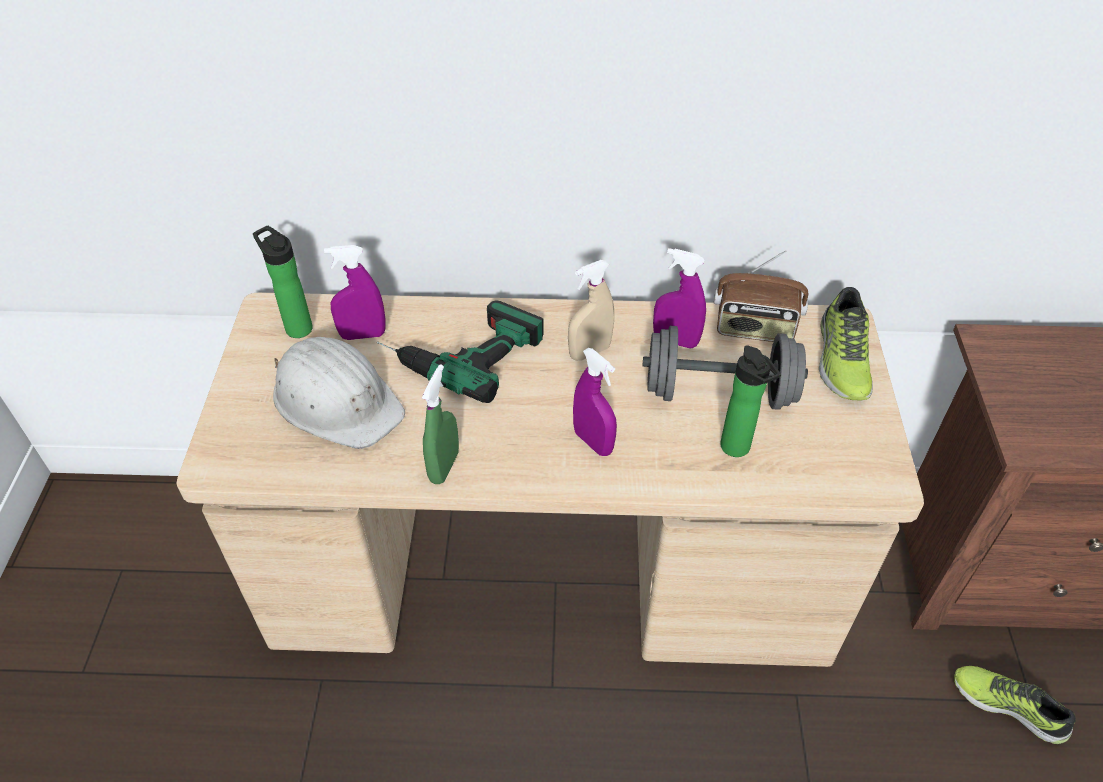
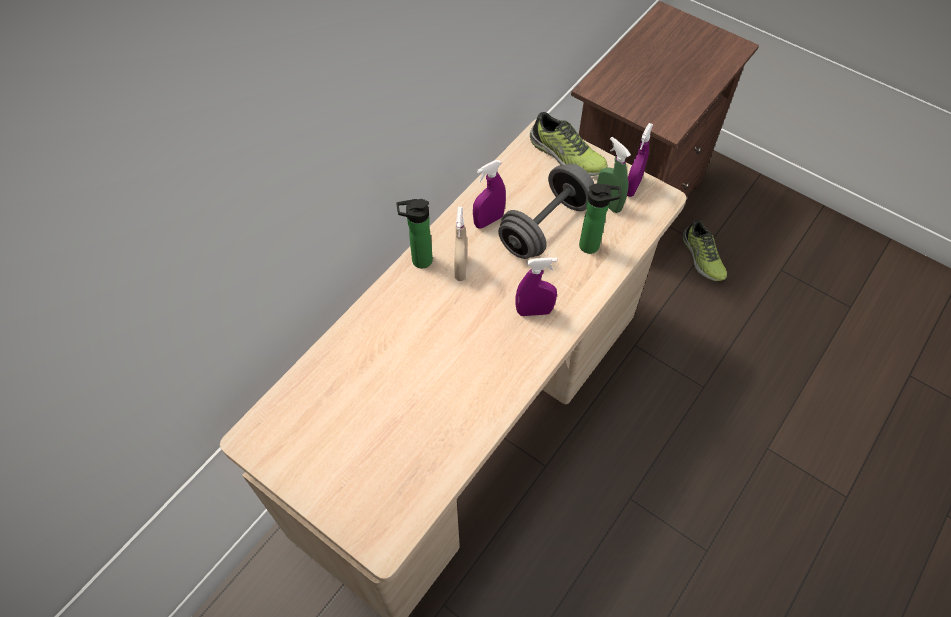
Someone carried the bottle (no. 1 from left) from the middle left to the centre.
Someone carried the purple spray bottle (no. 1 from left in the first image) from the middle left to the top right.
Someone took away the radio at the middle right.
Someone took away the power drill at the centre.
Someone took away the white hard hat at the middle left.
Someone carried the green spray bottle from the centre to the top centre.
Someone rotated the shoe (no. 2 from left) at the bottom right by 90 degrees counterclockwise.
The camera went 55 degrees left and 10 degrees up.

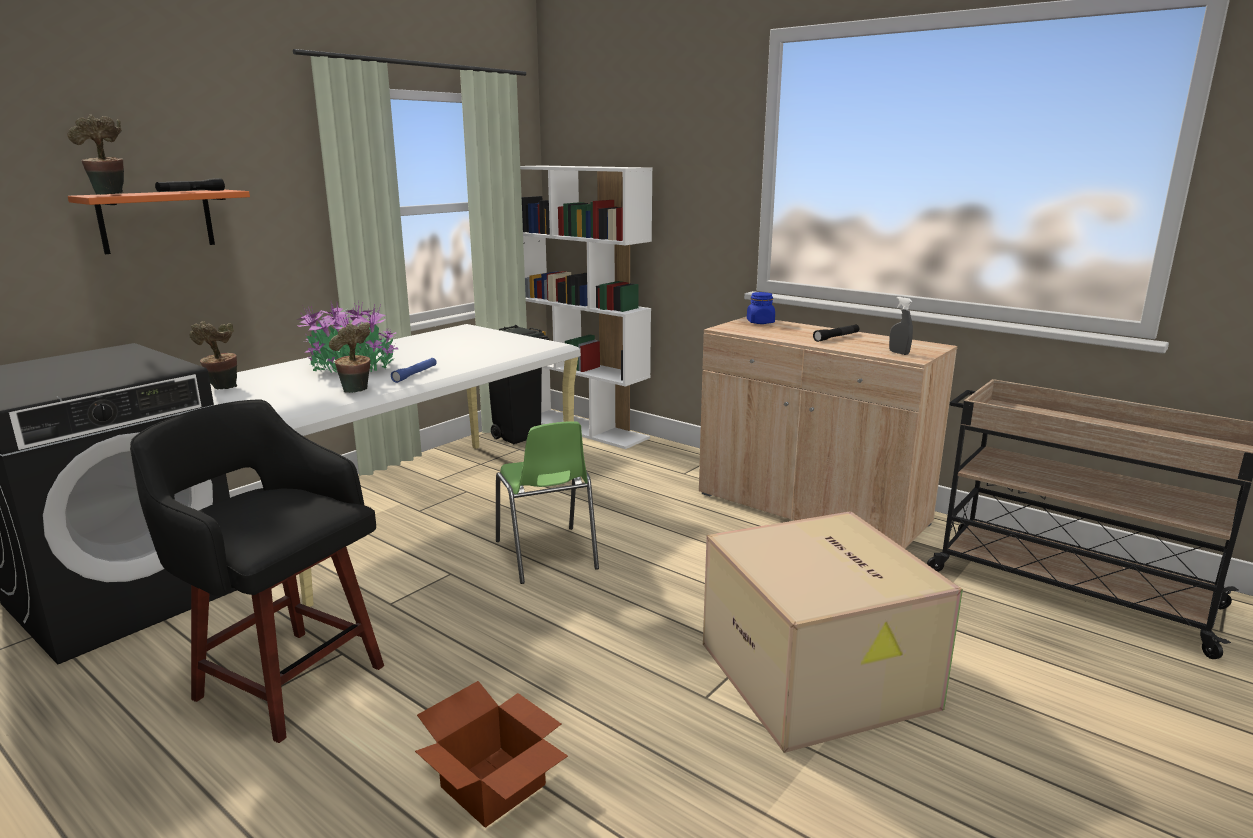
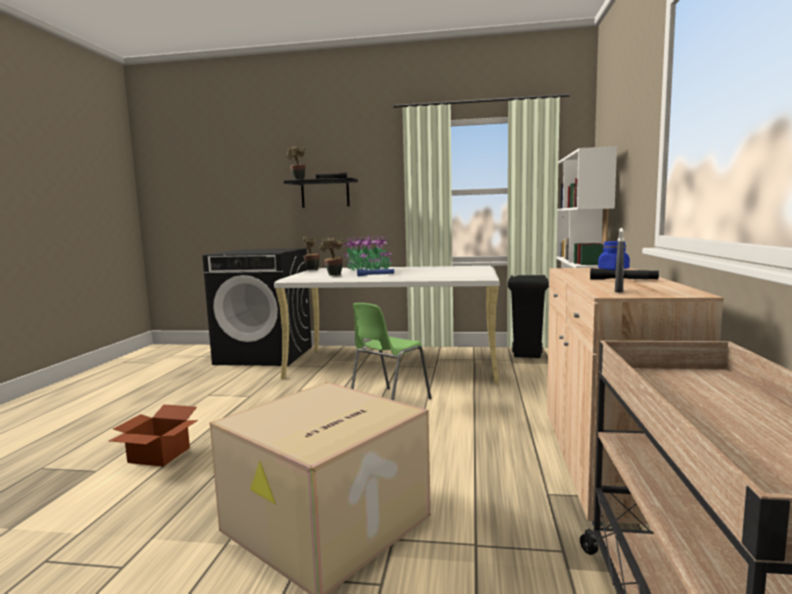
Someone repainted the orange shelf at the top left, which became the black shelf at the top centre.
Someone took away the black stool at the bottom left.
The camera went 60 degrees right and 10 degrees down.

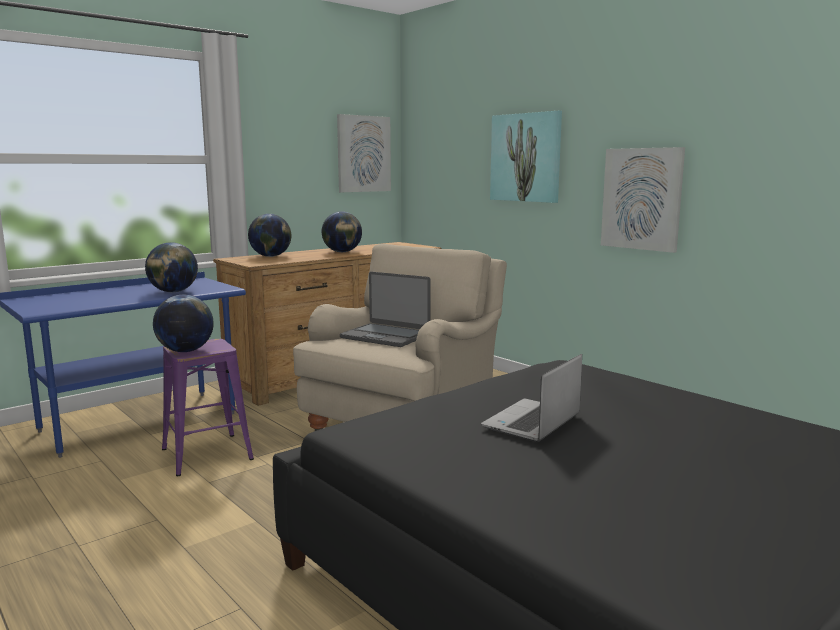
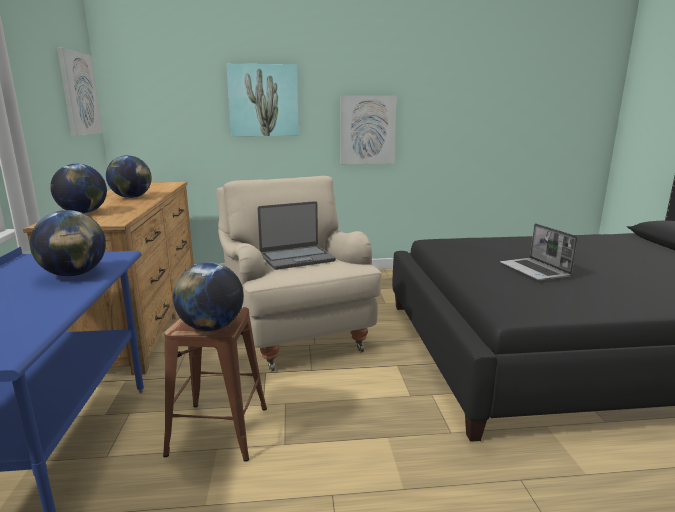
Someone repainted the purple stool at the middle left, which became the brown stool at the bottom left.
The camera went 55 degrees left and 5 degrees up.

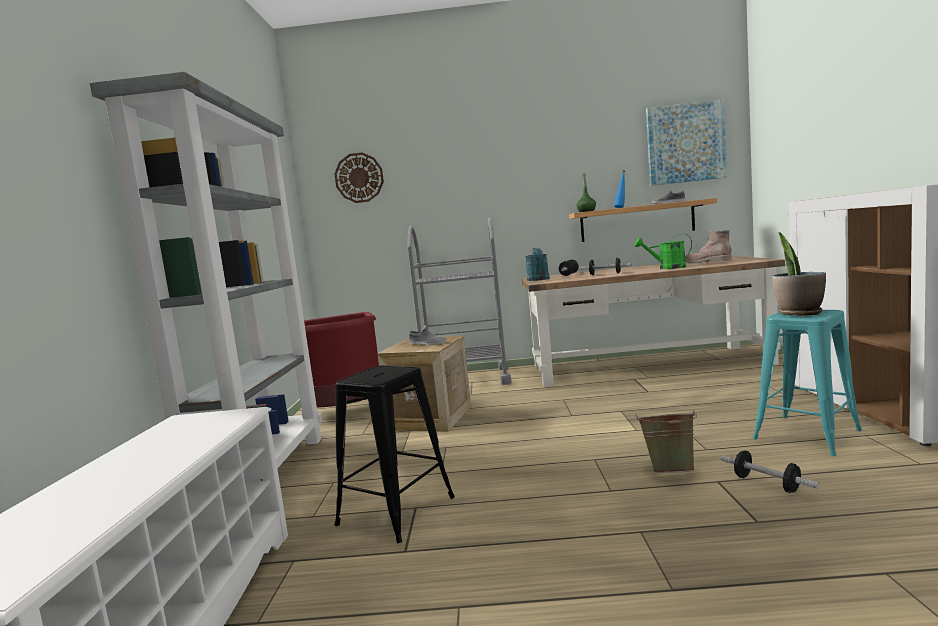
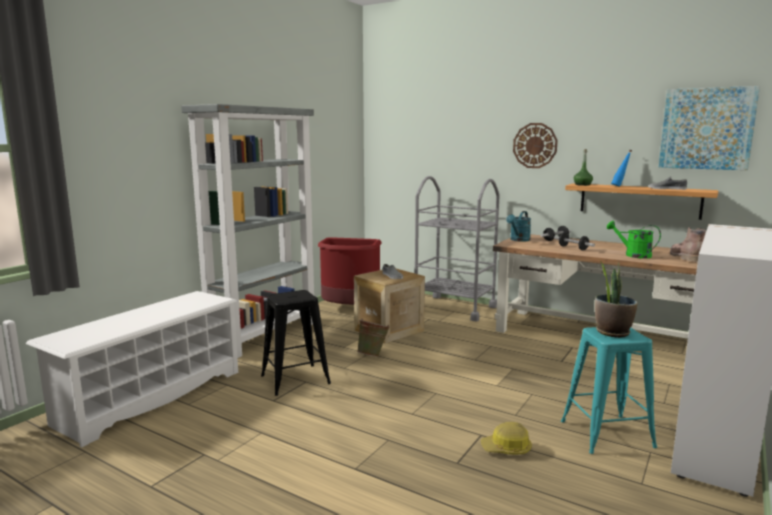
Someone carried the wall clock from the top centre to the top right.
Someone carried the green bucket from the bottom right to the centre.
Someone swapped the dumbbell (no. 3 from left) at the bottom right for the hard hat at the bottom centre.
The camera went 30 degrees right and 5 degrees up.

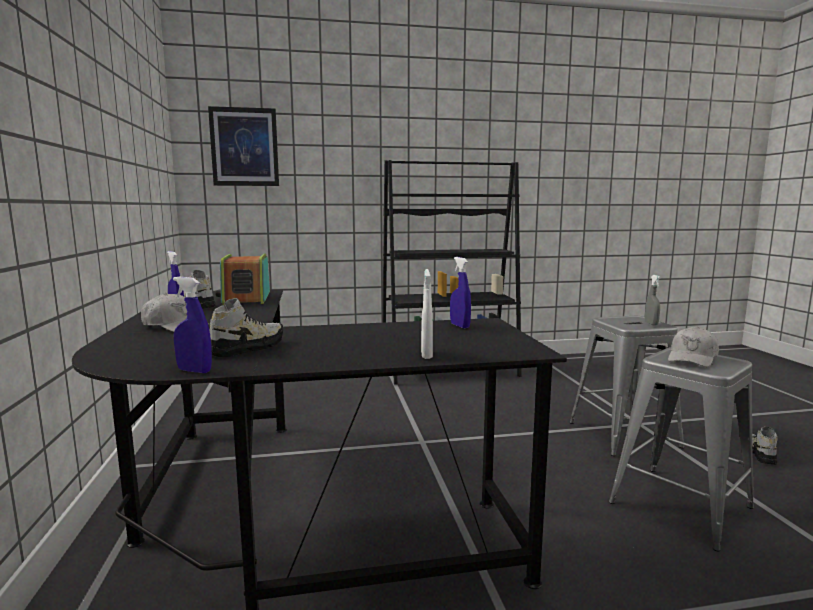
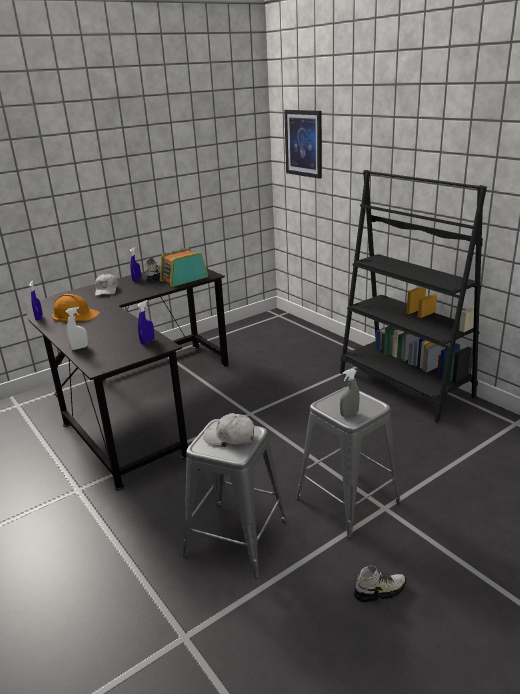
Someone swapped the shoe (no. 2 from left) at the middle left for the orange hard hat at the middle left.
The camera went 65 degrees right and 15 degrees up.

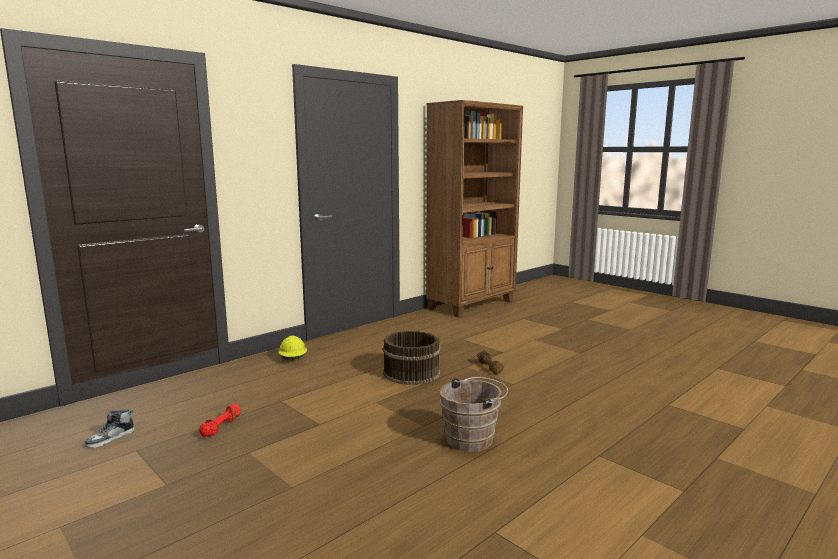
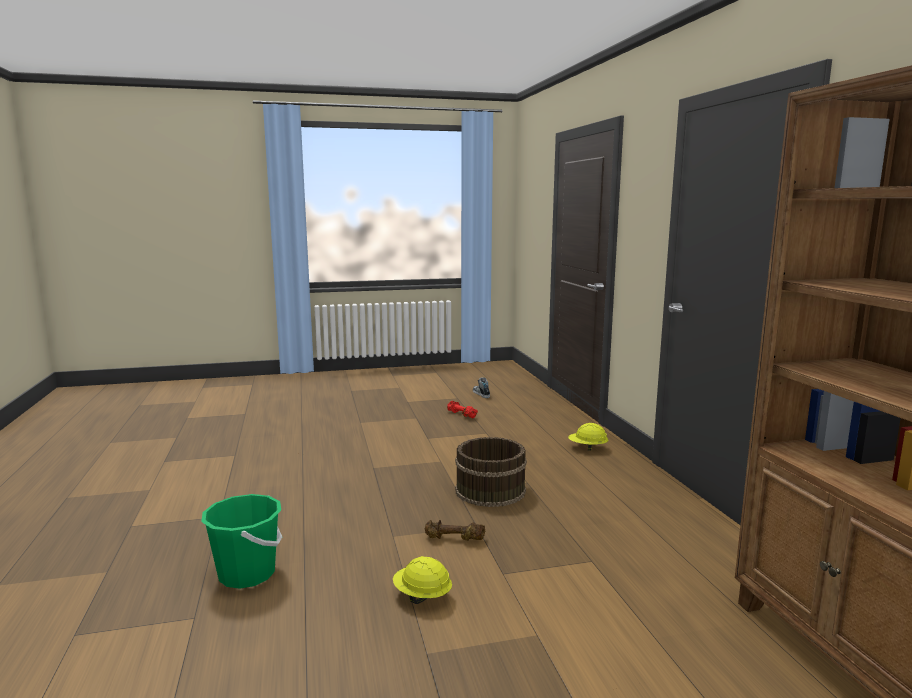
Someone took away the brown bucket (no. 2 from left) at the bottom centre.
Someone put down the green bucket at the bottom left.
Someone put down the yellow hard hat (no. 1 from left) at the bottom centre.
The camera went 120 degrees right and 0 degrees up.

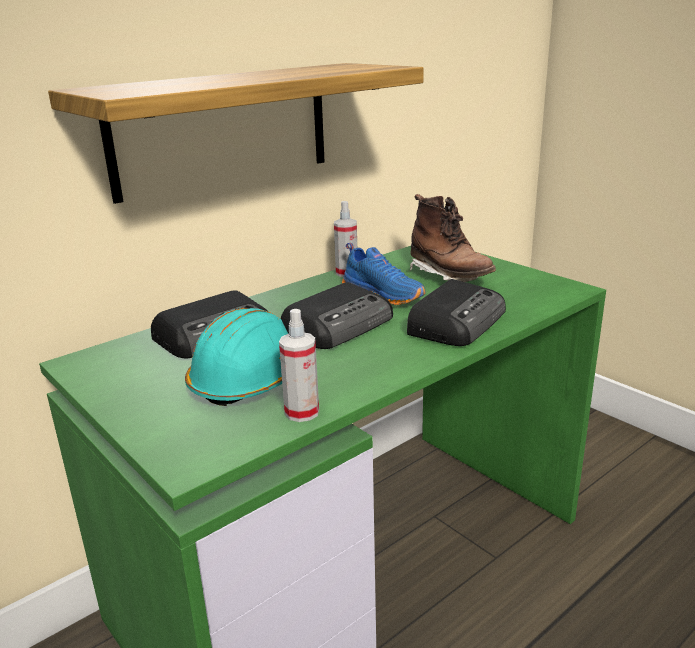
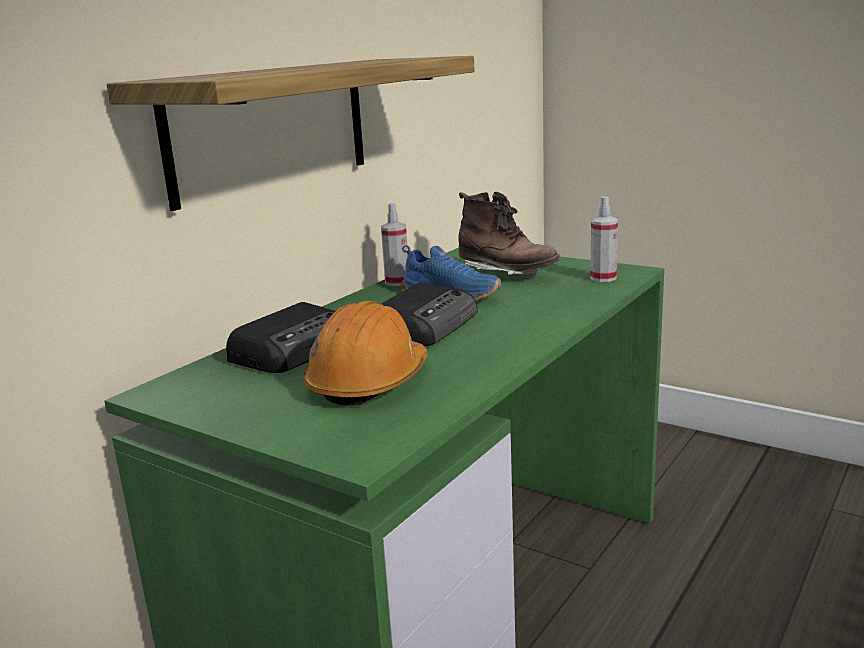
Someone took away the radio (no. 3 from left) at the centre.
Someone repainted the turquoise hard hat at the centre, which became the orange hard hat at the centre.
Someone carried the spray bottle (no. 1 from left in the first image) from the centre to the middle right.
The camera went 15 degrees left and 5 degrees down.

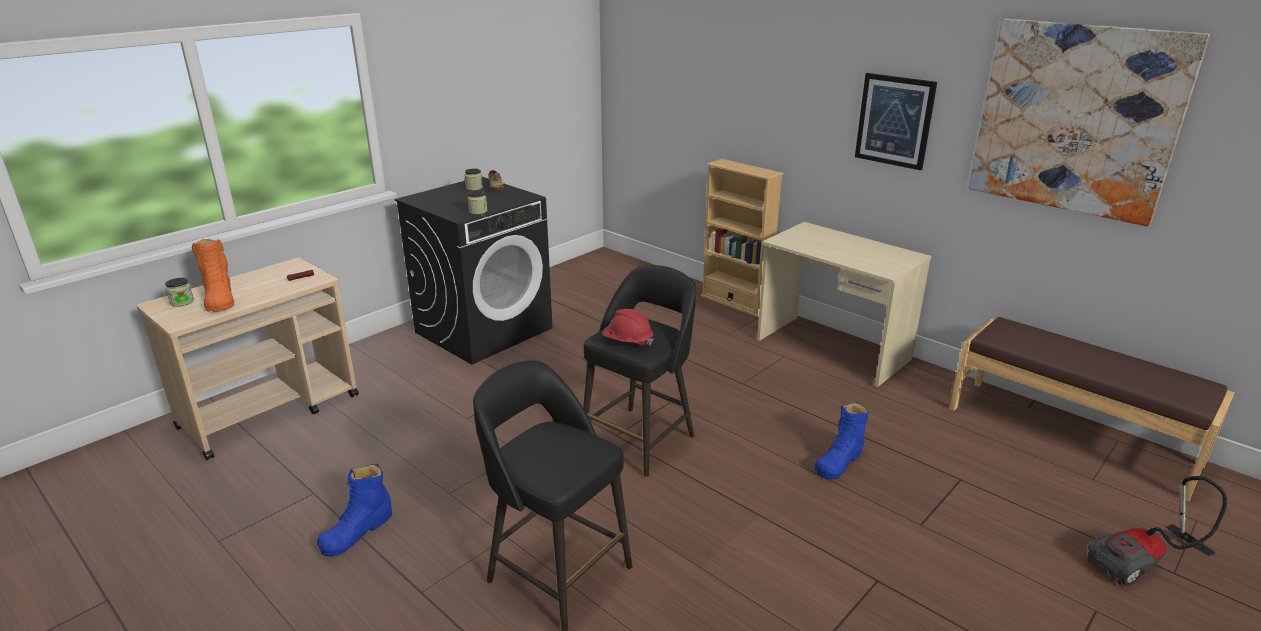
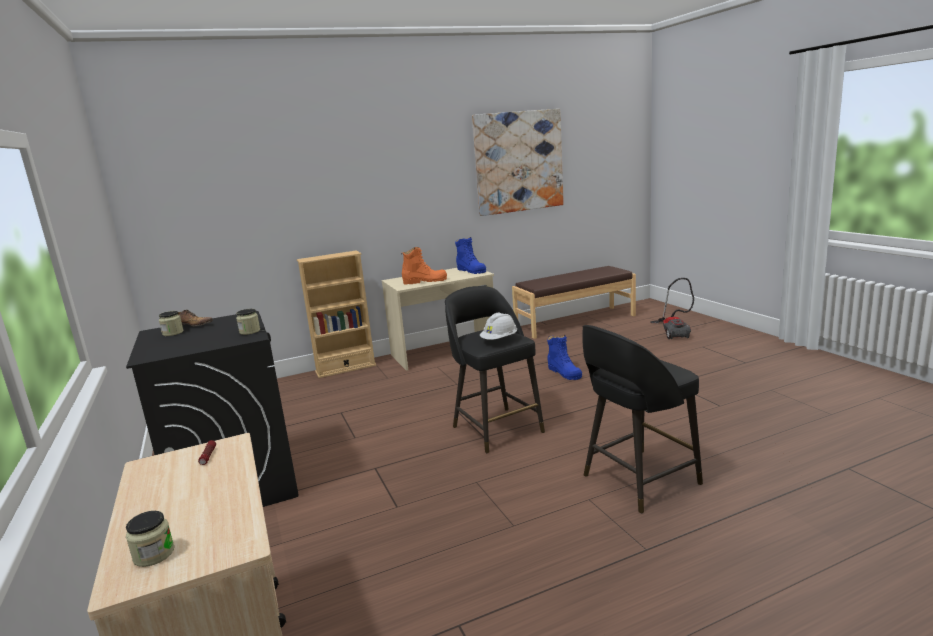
Someone took away the picture (no. 1 from left) at the top right.
Someone carried the orange boot from the middle left to the centre.
Someone repainted the red hard hat at the centre, which became the white hard hat at the centre.
Someone carried the blue boot (no. 1 from left) from the bottom left to the centre.
The camera went 65 degrees left and 10 degrees down.

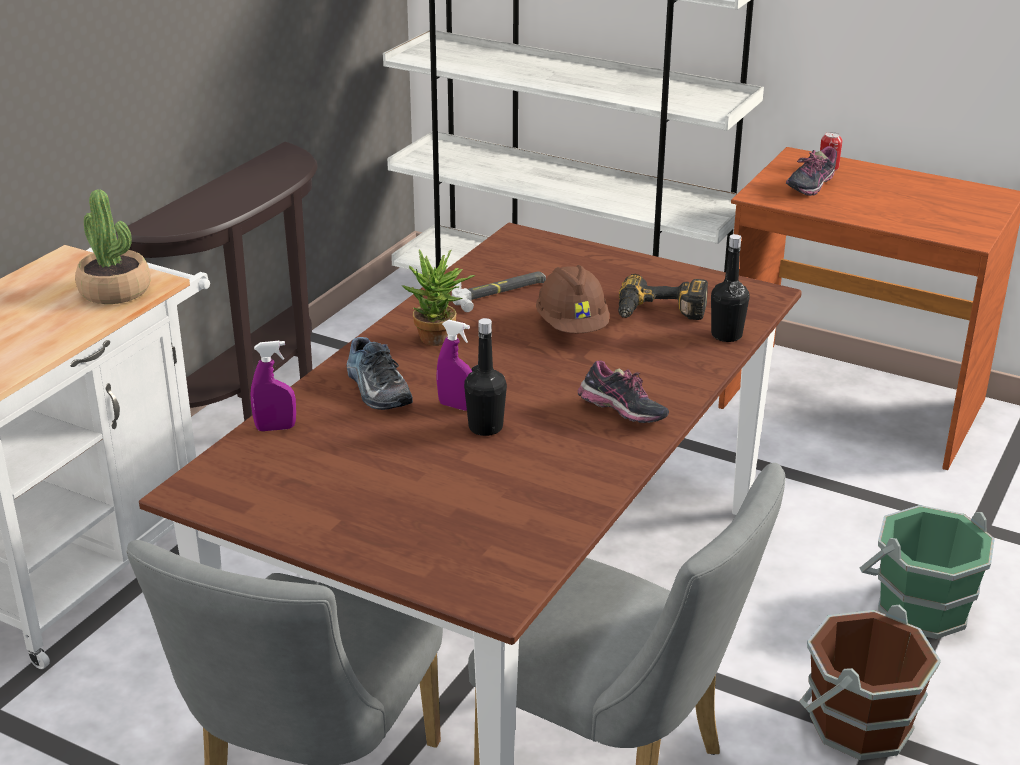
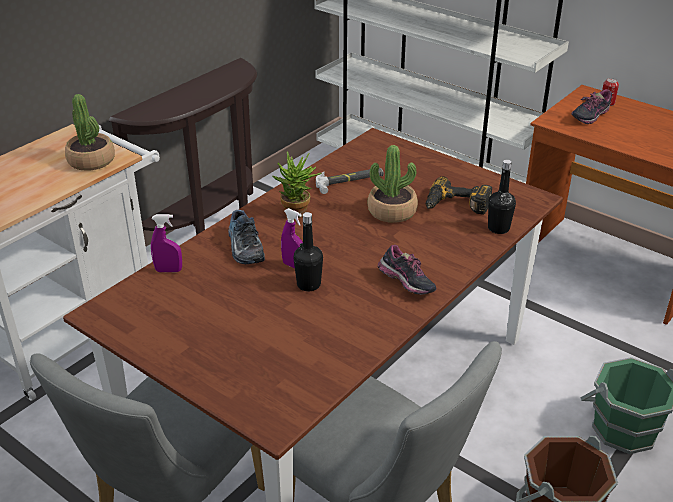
Someone swapped the brown hard hat at the centre for the potted plant (no. 3 from left) at the centre.
The camera went 10 degrees right and 5 degrees up.

